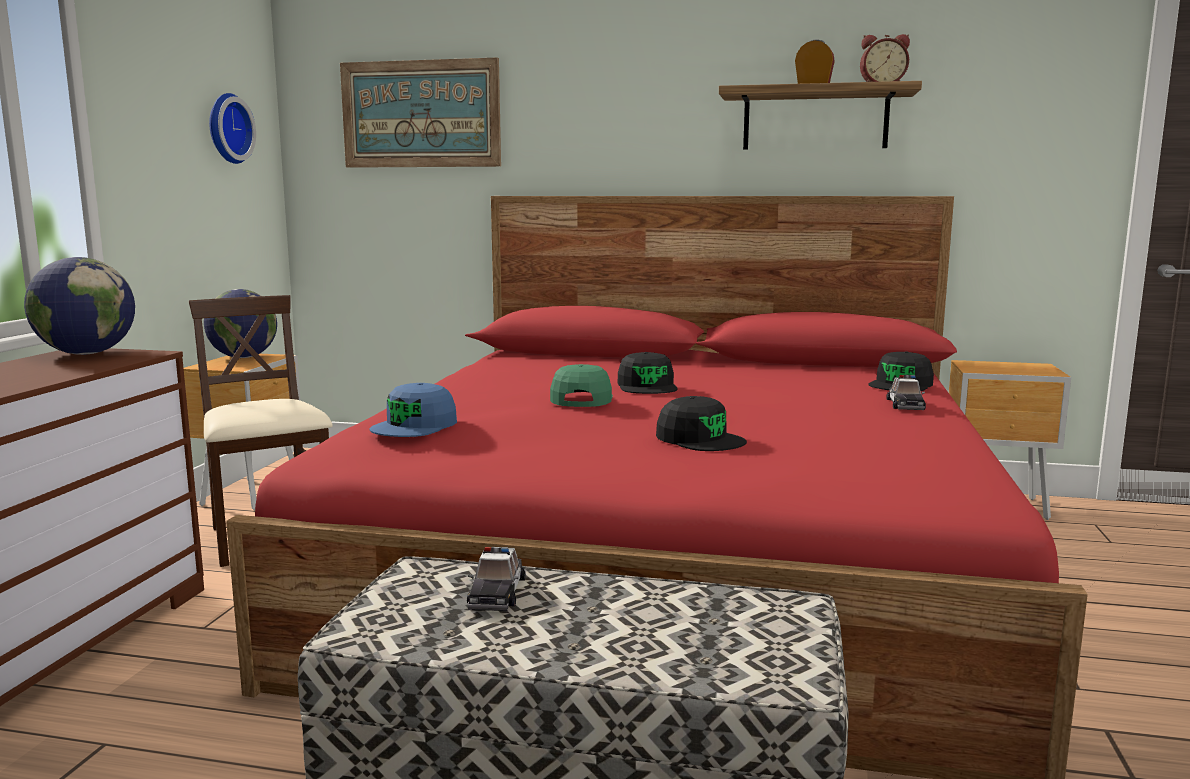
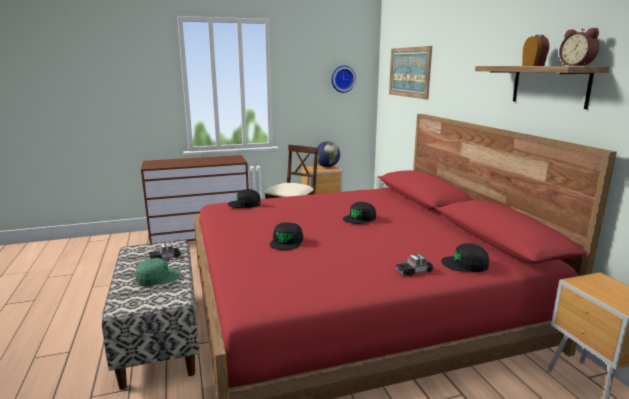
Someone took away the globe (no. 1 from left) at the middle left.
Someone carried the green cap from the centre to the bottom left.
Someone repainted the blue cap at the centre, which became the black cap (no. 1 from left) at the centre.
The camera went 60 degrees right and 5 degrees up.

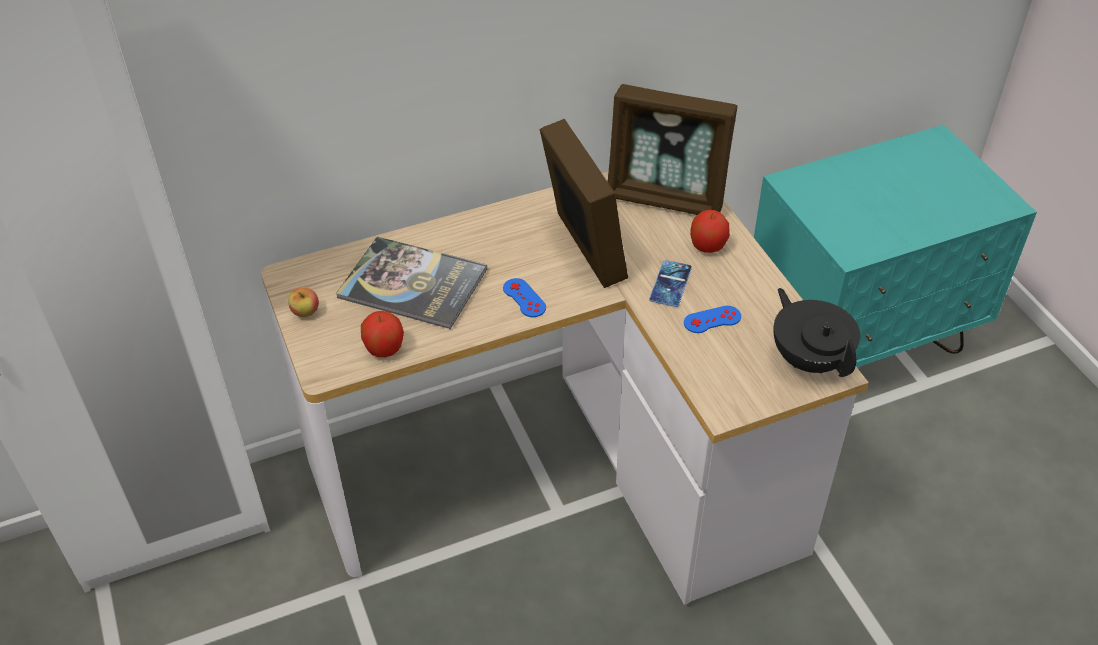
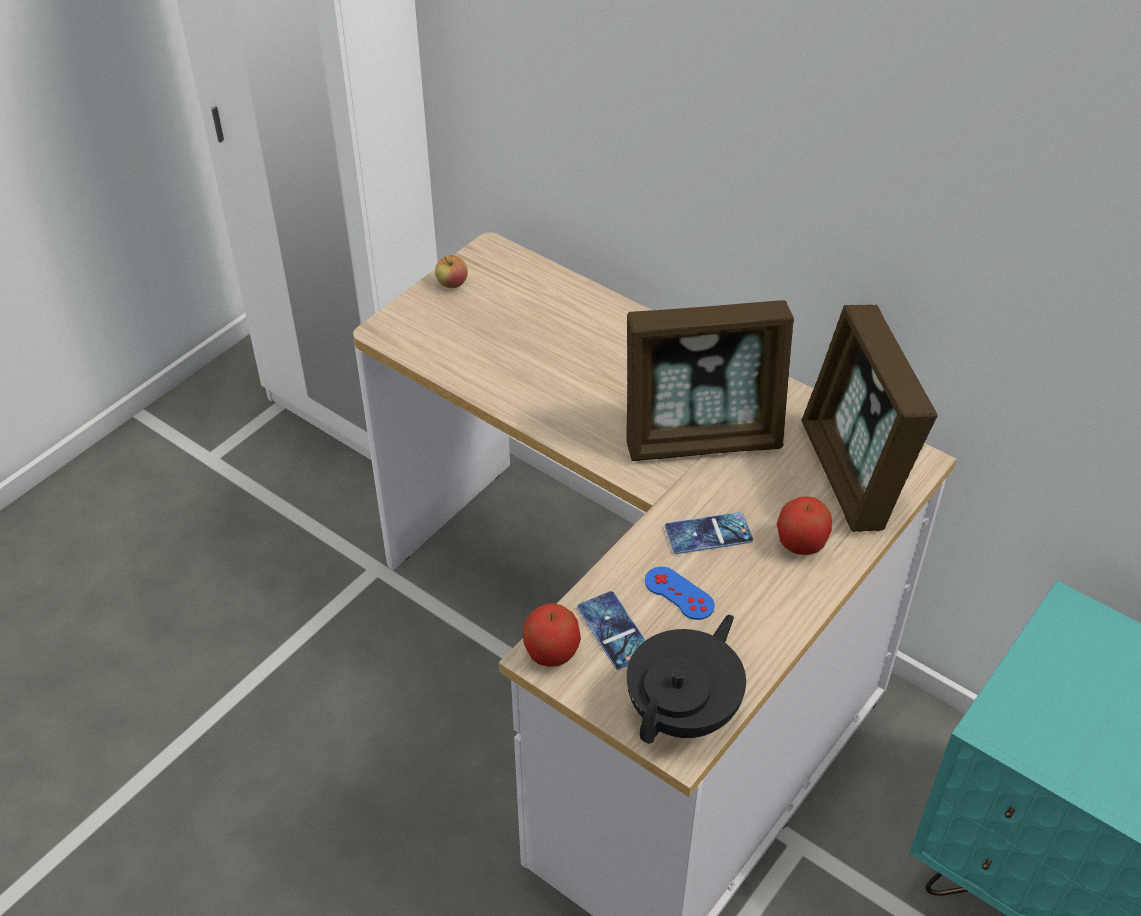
Someone rotated the picture frame (no. 1 from left) at the top centre by 45 degrees clockwise.
Someone took away the book at the centre.
Someone took away the blue game controller (no. 1 from left) at the centre.
Someone carried the apple (no. 2 from left) from the centre to the bottom centre.
Someone put down the phone (no. 1 from left) at the bottom centre.
The camera went 60 degrees right and 0 degrees up.

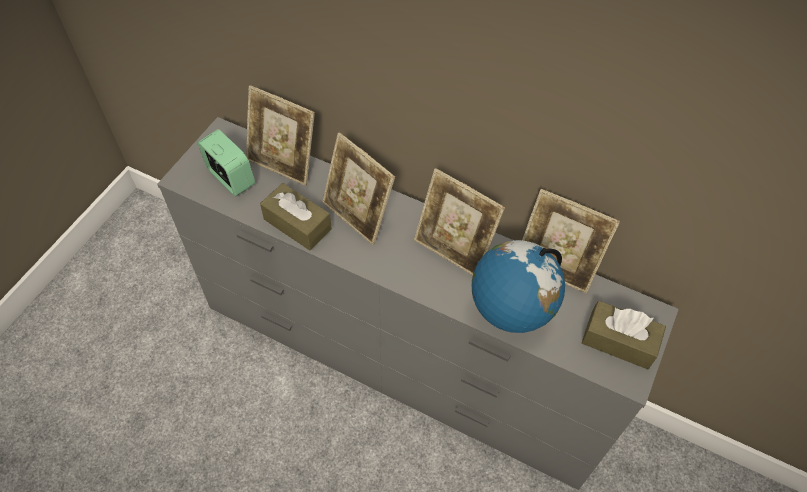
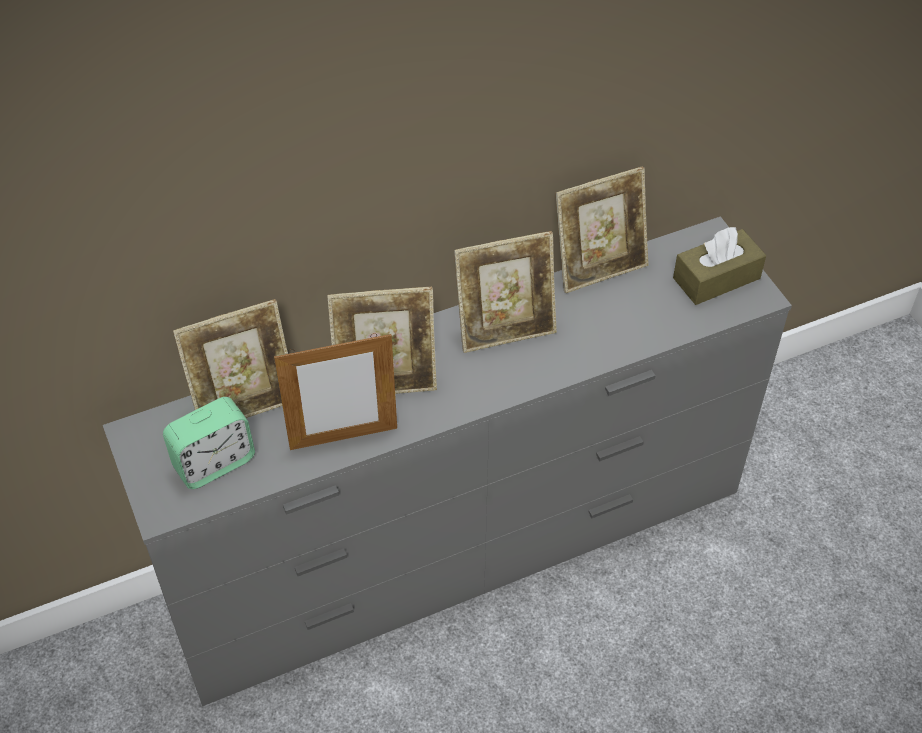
Someone rotated the alarm clock at the top left by 150 degrees clockwise.
Someone swapped the brown tissue box (no. 1 from left) at the centre for the picture frame (no. 2 from left) at the centre.
Someone took away the globe at the centre.
The camera went 50 degrees left and 5 degrees down.

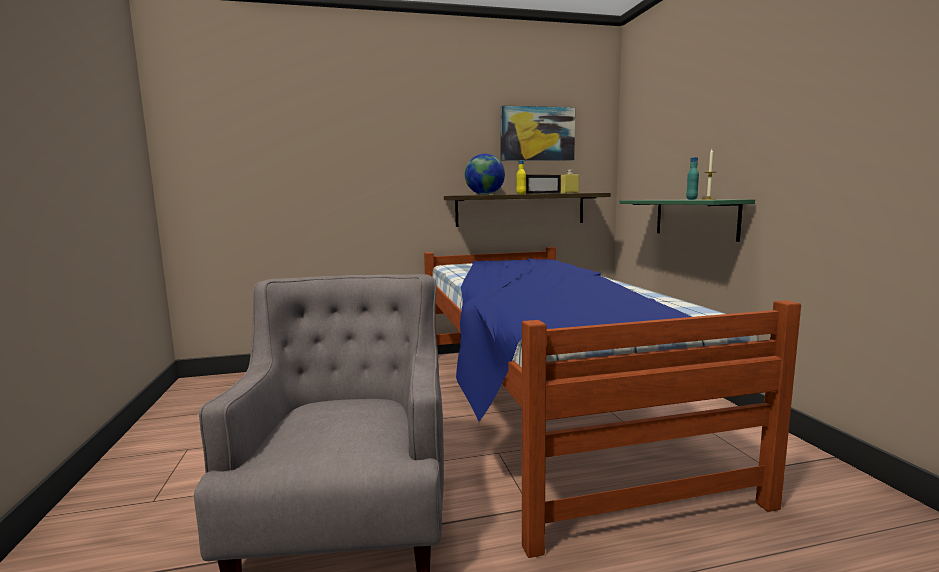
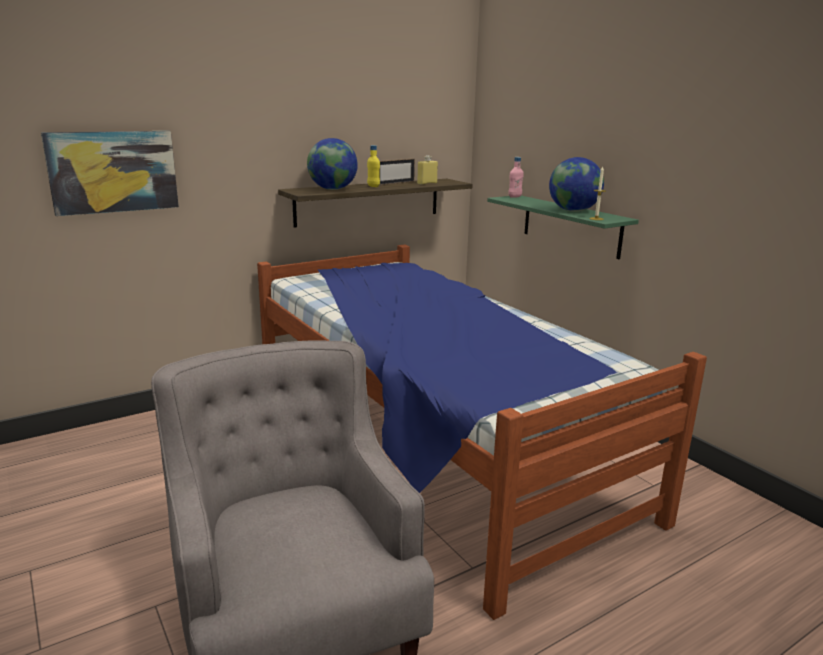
Someone carried the picture from the top centre to the top left.
Someone swapped the turquoise bottle at the top right for the globe (no. 2 from left) at the top right.
Someone put down the pink bottle at the top centre.
The camera went 20 degrees left and 10 degrees up.

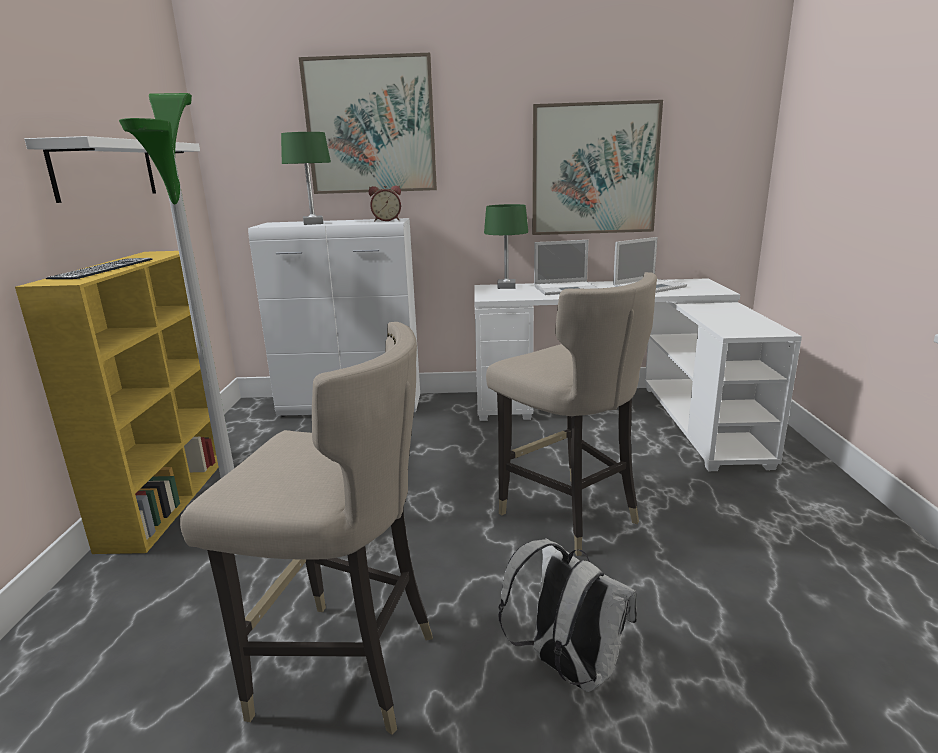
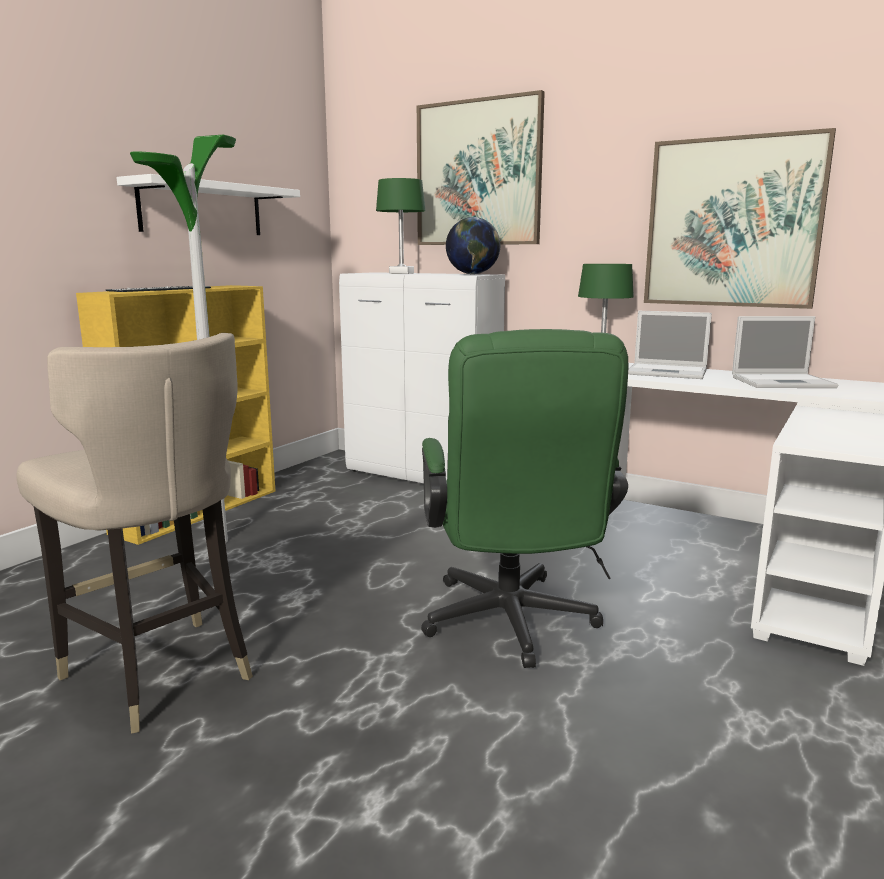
Someone swapped the alarm clock at the top centre for the globe at the top centre.
Someone swapped the beige stool (no. 2 from left) at the centre for the green office chair at the centre.
Someone took away the white backpack at the bottom centre.
The camera went 30 degrees right and 5 degrees down.

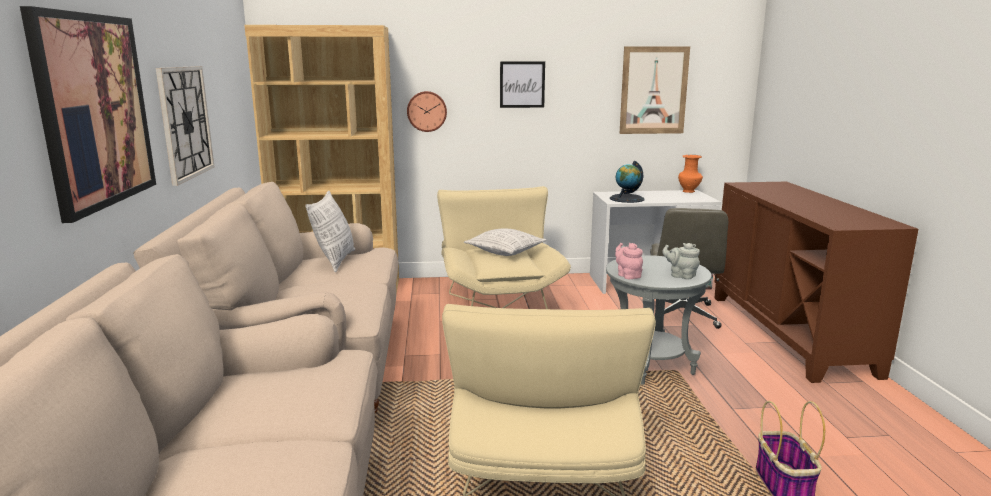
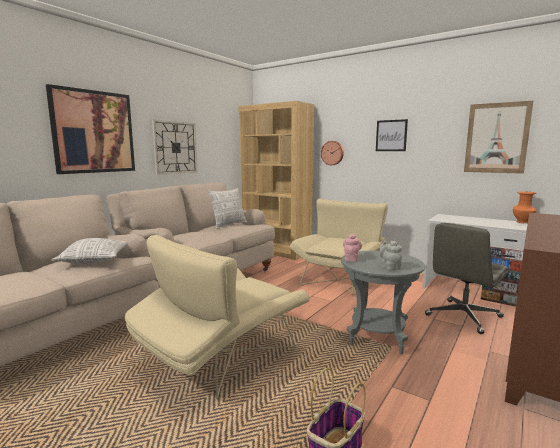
Someone took away the globe at the centre.
Someone carried the pillow (no. 2 from left in the first image) from the centre to the middle left.
The camera went 40 degrees right and 5 degrees down.

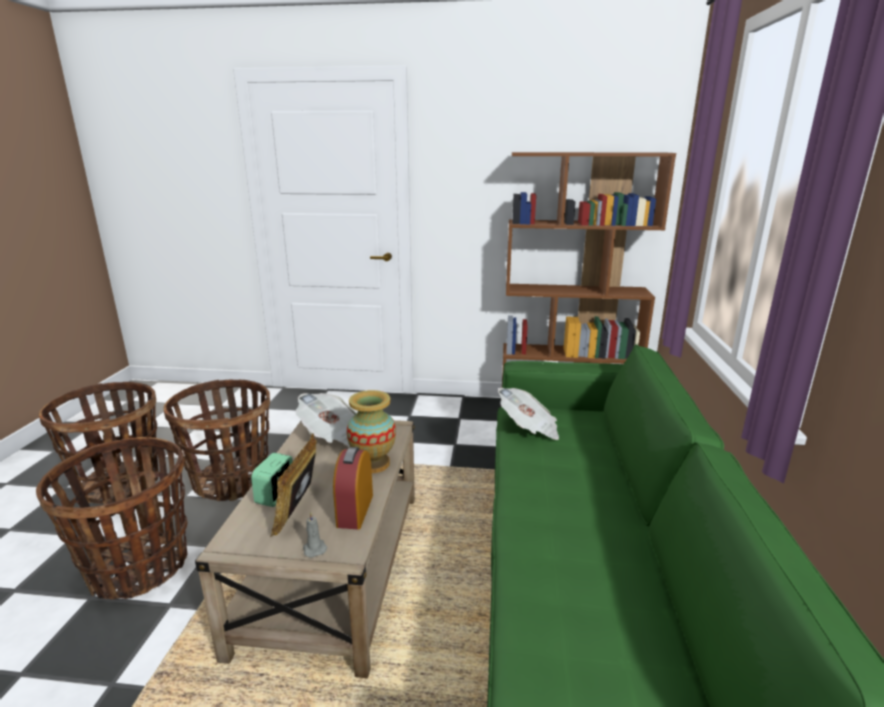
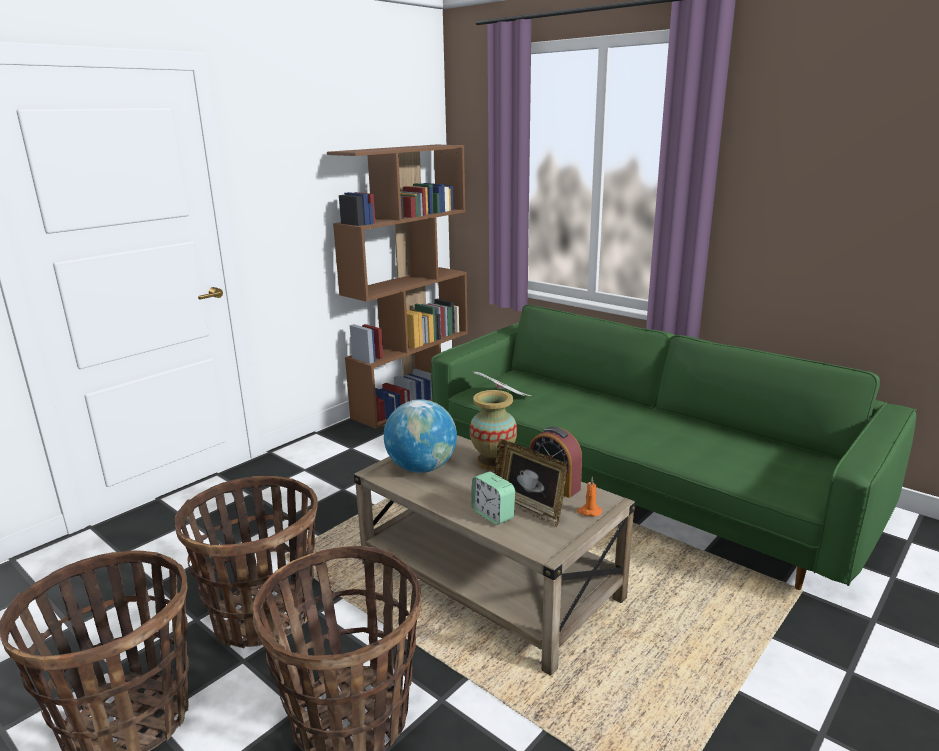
Someone swapped the newspaper (no. 1 from left) at the centre for the globe at the centre.
Someone repainted the grey candle at the bottom centre, which became the orange candle at the centre.
The camera went 55 degrees left and 0 degrees up.

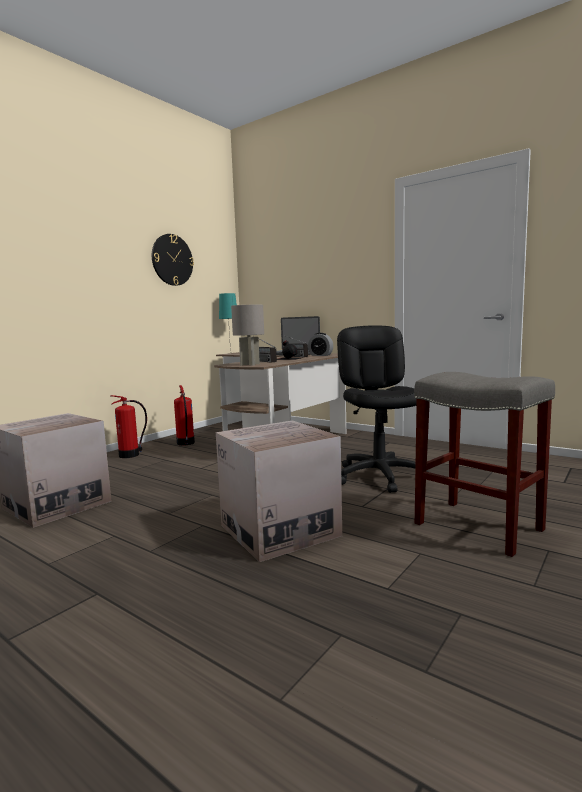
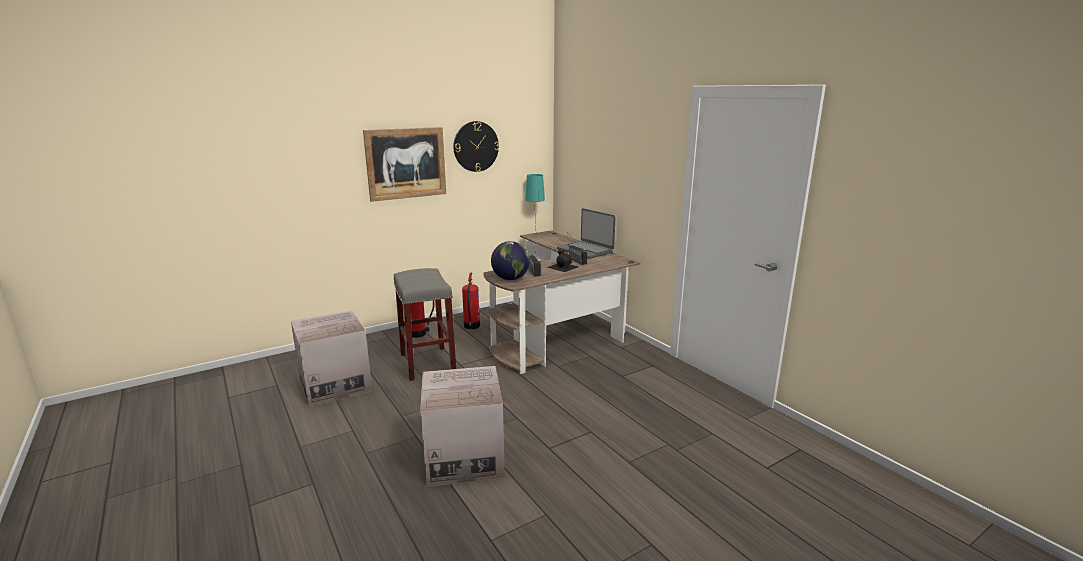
Someone swapped the grey table lamp at the centre for the globe at the centre.
Someone took away the black office chair at the centre.
Someone took away the alarm clock at the centre.
Someone carried the grey stool from the middle right to the centre.
Someone put up the picture at the top centre.
The camera went 20 degrees right and 10 degrees up.

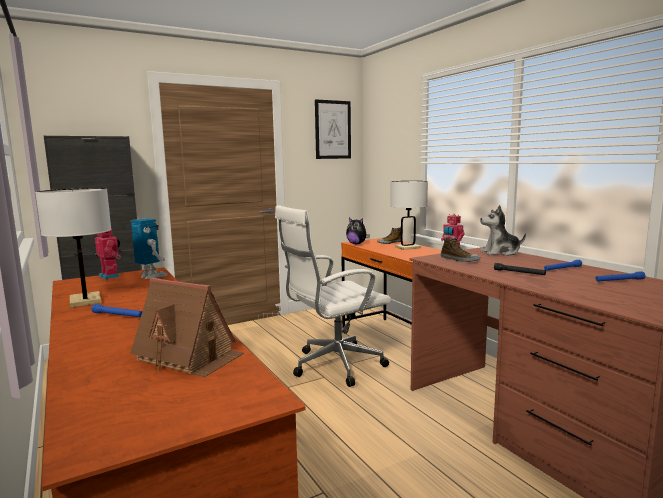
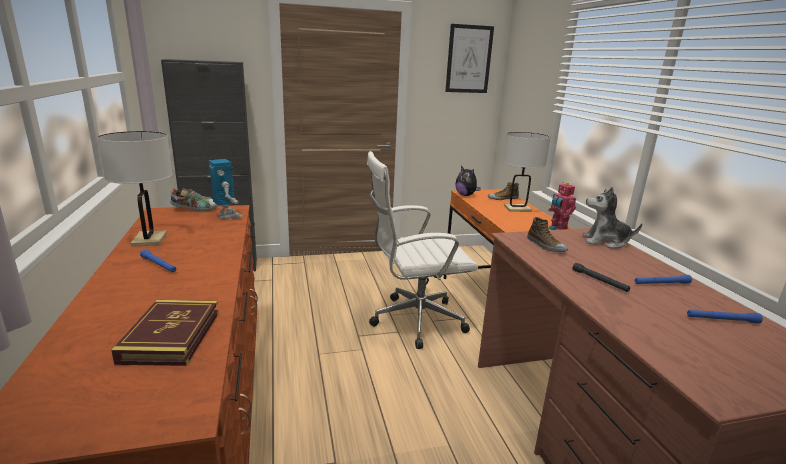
Someone swapped the toy robot (no. 1 from left) at the middle left for the shoe (no. 1 from left) at the middle left.
Someone swapped the toy house at the middle left for the book at the bottom left.
The camera went 15 degrees right and 10 degrees up.

